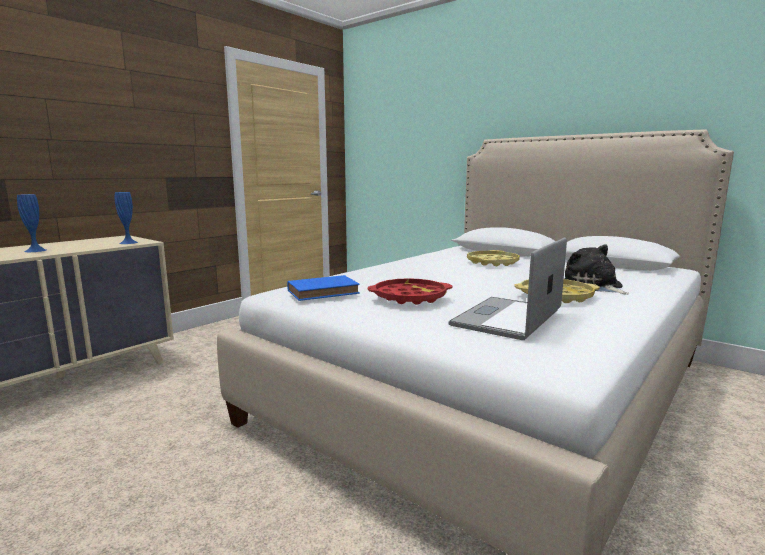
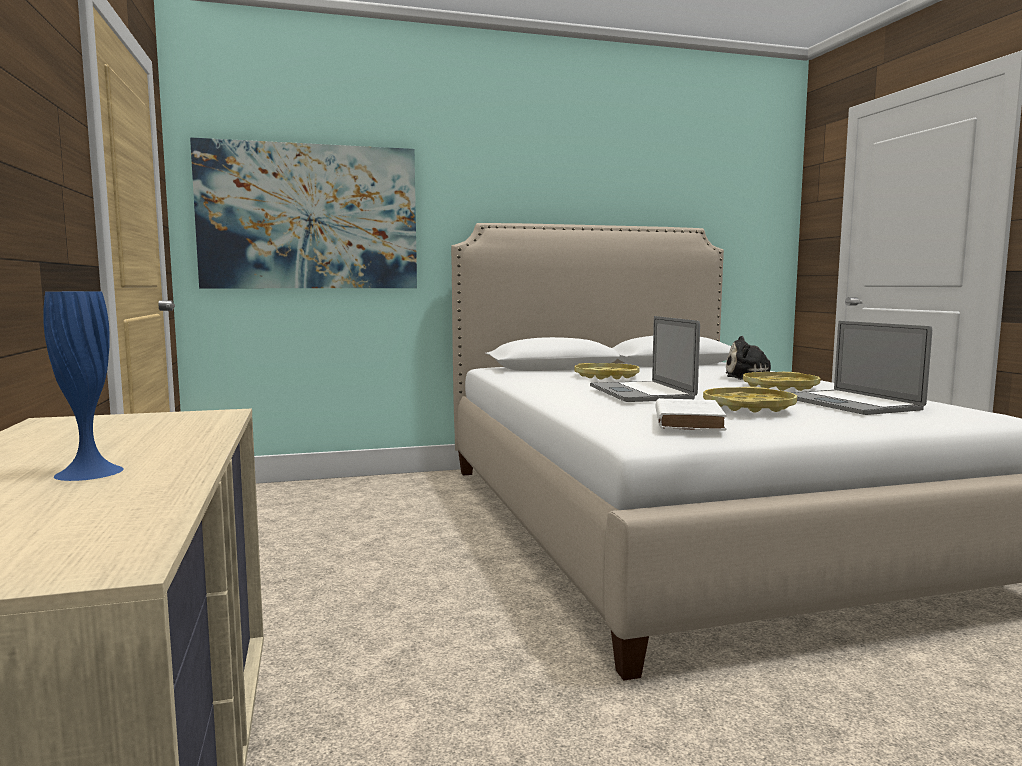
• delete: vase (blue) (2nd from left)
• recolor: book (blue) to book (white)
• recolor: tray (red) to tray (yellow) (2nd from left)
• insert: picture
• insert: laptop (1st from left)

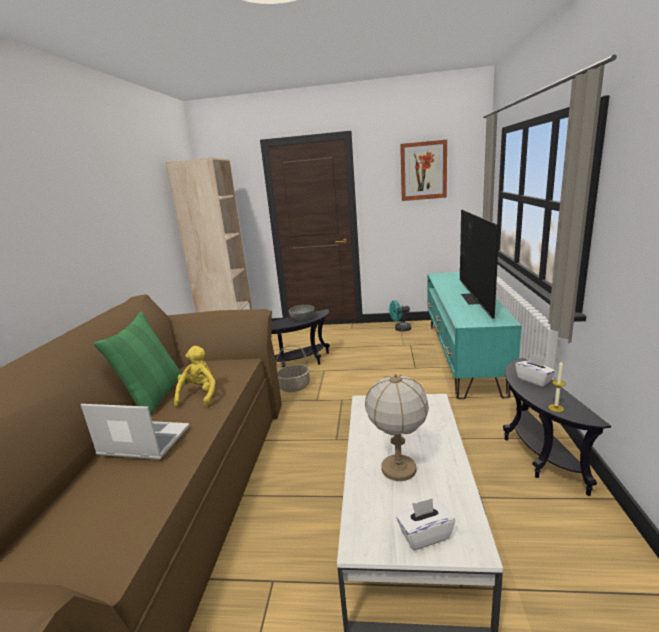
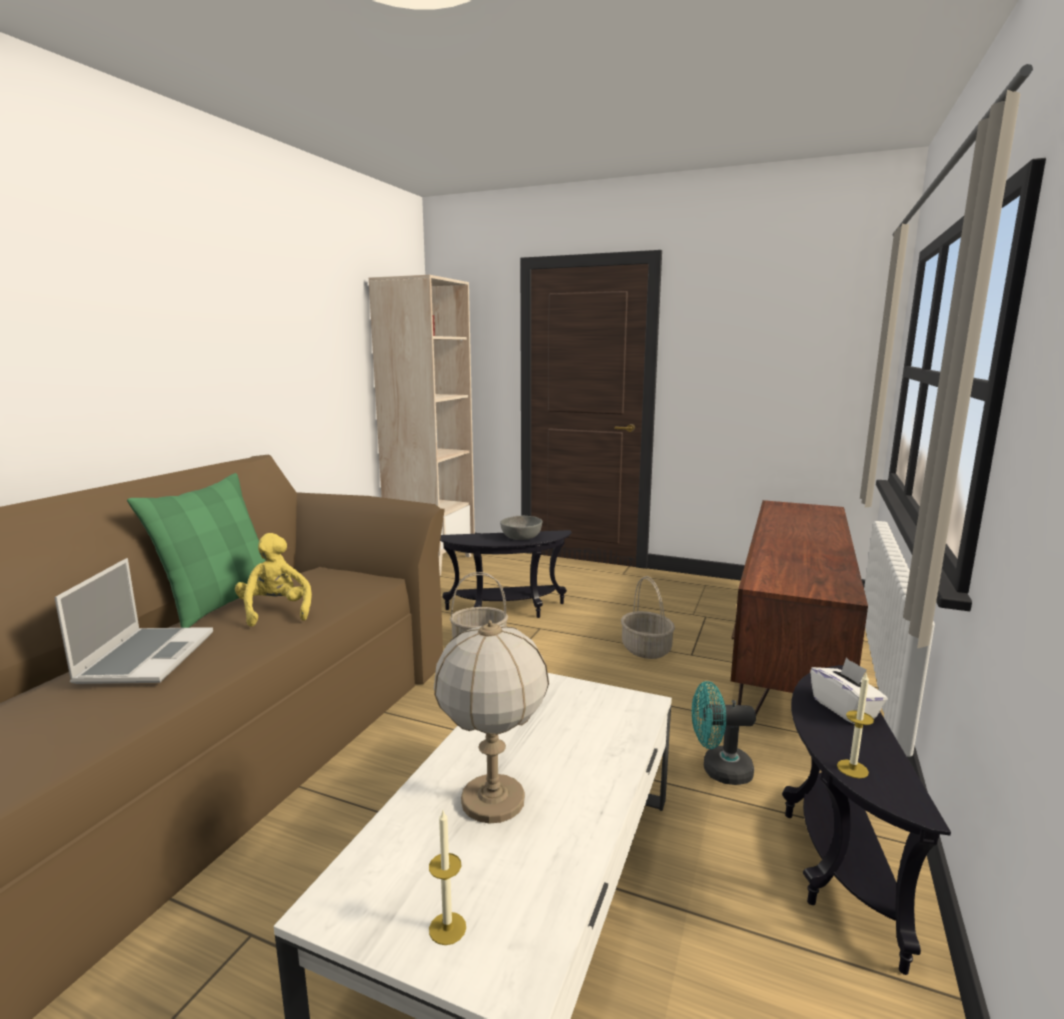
• rotate: laptop 60 degrees clockwise
• rotate: plush toy (yellow) 45 degrees counterclockwise
• move: fan (turquoise)
• replace: tissue box (white) (1st from left) to candle (1st from left)
• delete: picture
• recolor: tv stand (turquoise) to tv stand (brown)
• delete: television
• insert: basket (2nd from left)

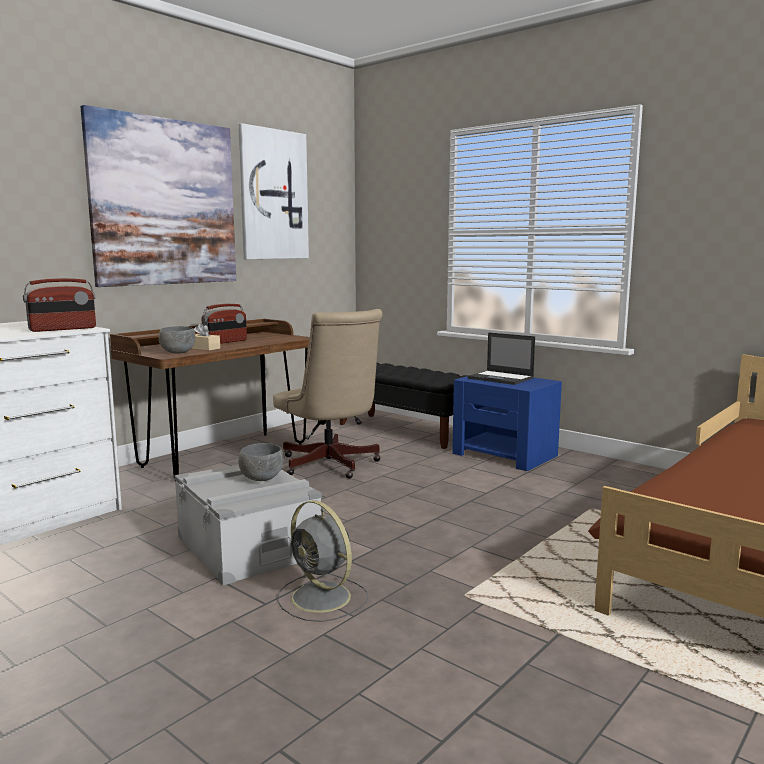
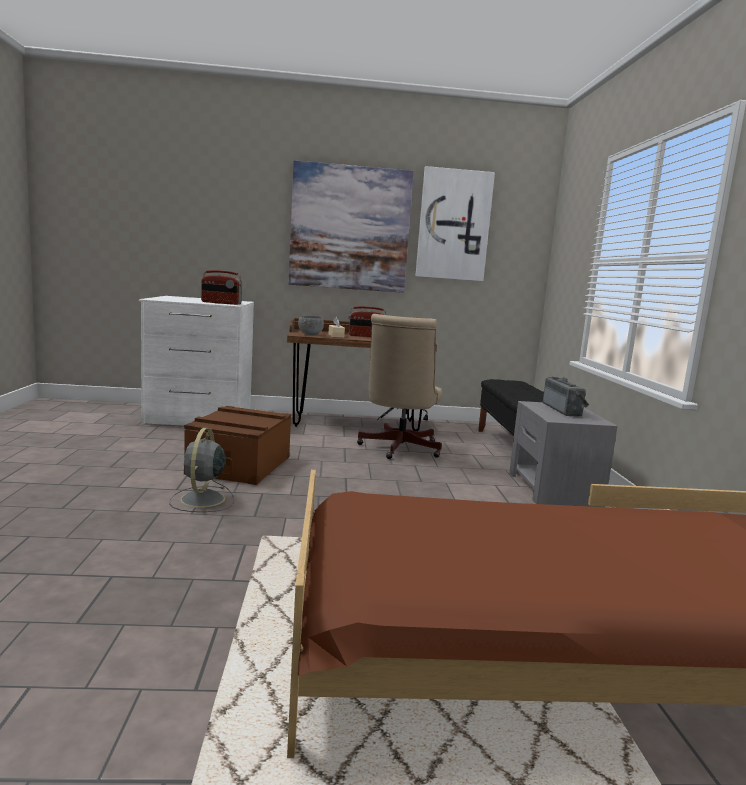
• recolor: storage box (grey) to storage box (brown)
• delete: bowl (grey) (2nd from left)
• recolor: nightstand (blue) to nightstand (grey)
• replace: laptop to radio (3rd from left)

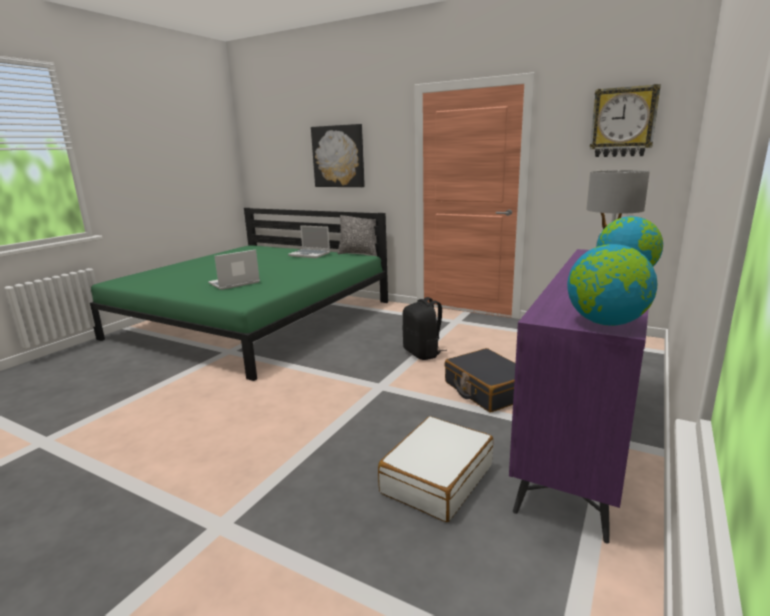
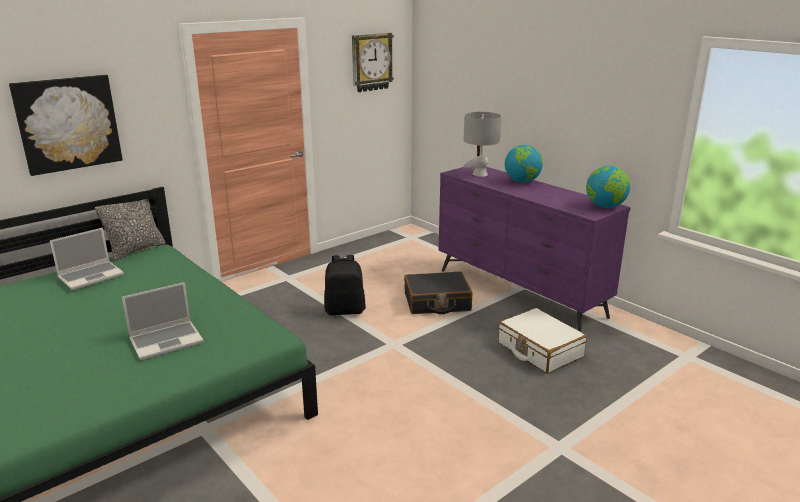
• rotate: laptop (1st from left in the first image) 105 degrees counterclockwise

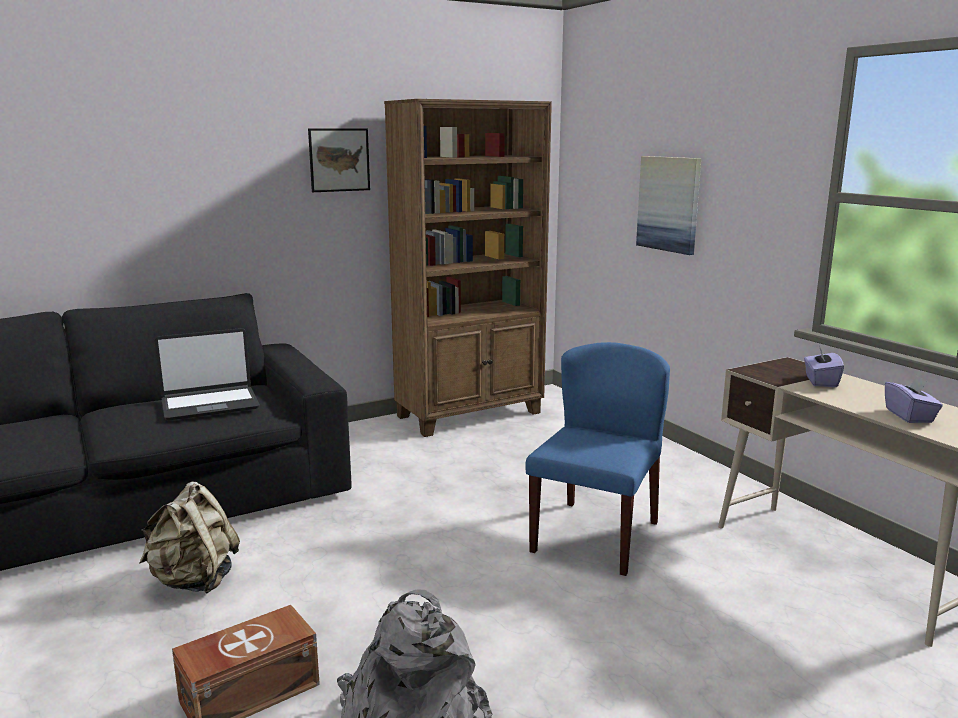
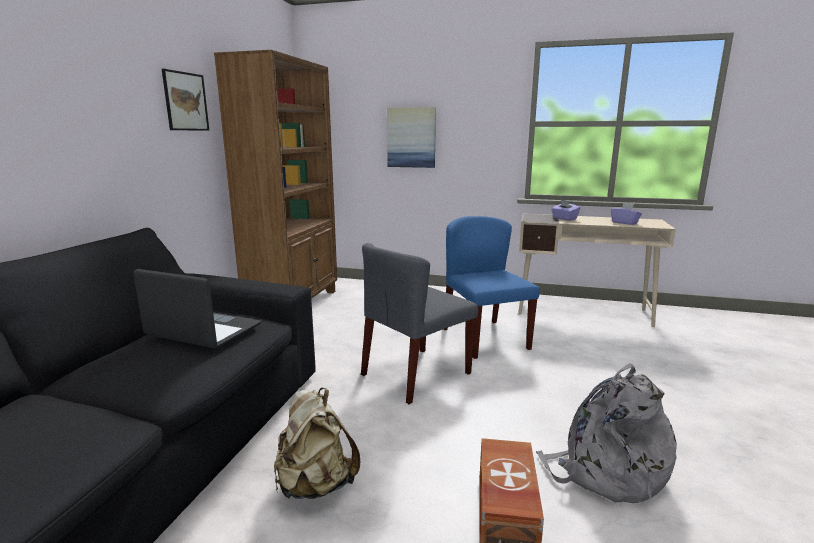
• rotate: laptop 90 degrees counterclockwise
• insert: chair (grey)

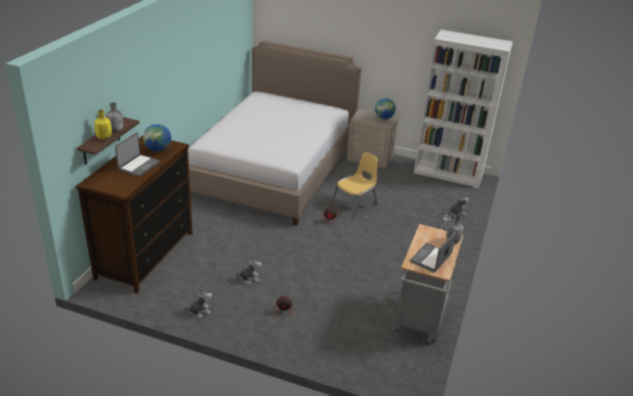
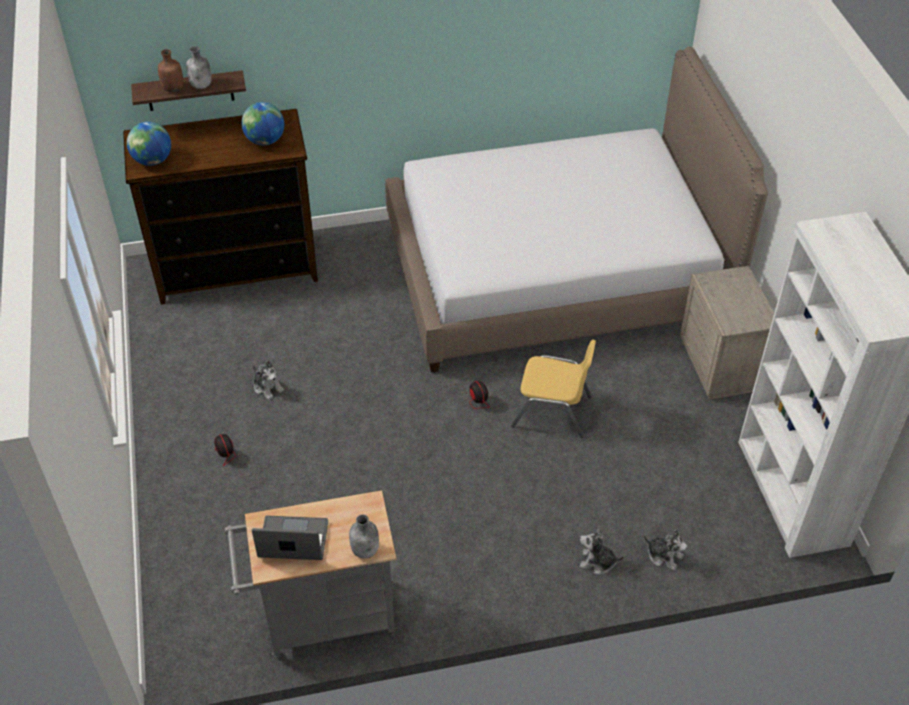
• recolor: bottle (yellow) to bottle (brown)
• delete: laptop (1st from left)
• delete: plush toy (1st from left)
• move: globe (2nd from left in the first image) to globe (1st from left)

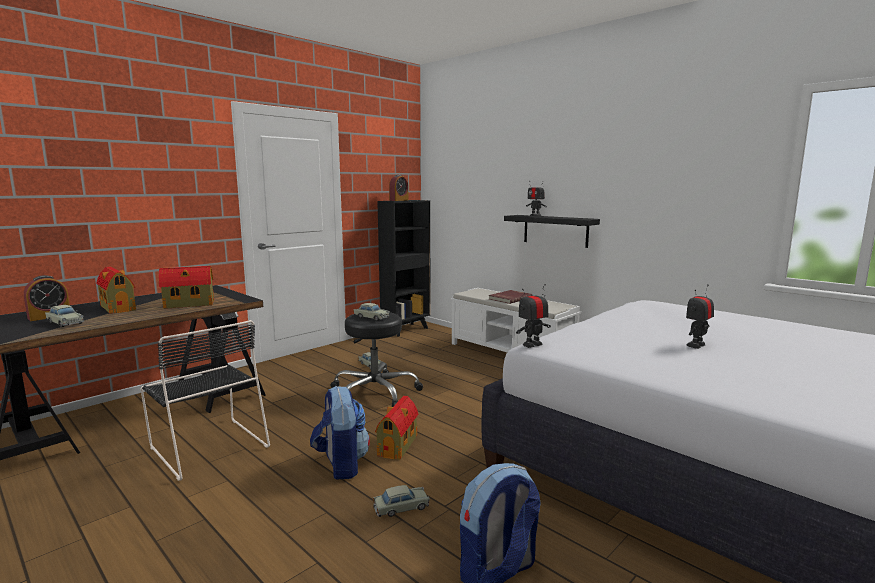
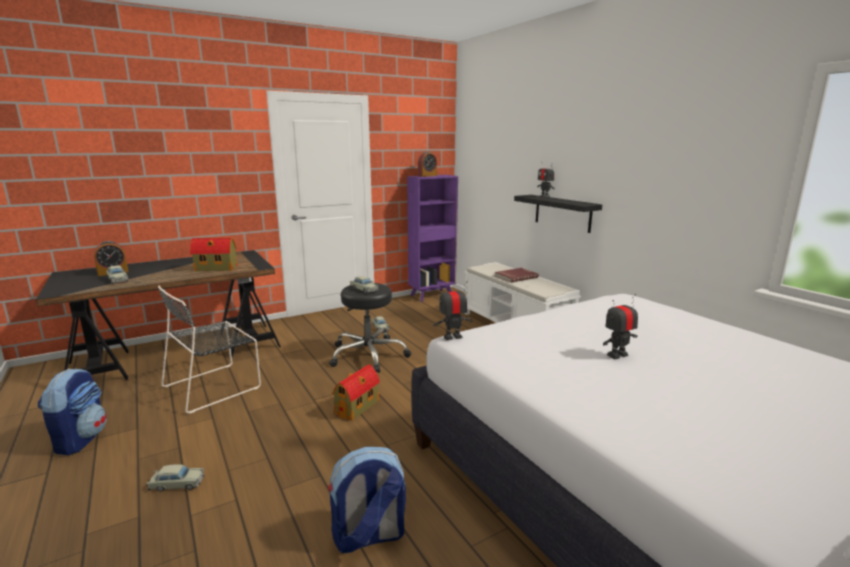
• delete: toy house (1st from left)
• rotate: chair (black) 75 degrees clockwise
• move: backpack (1st from left)
• move: toy car (beige) (4th from left in the first image) to toy car (beige) (2nd from left)
• recolor: bookcase (black) to bookcase (purple)

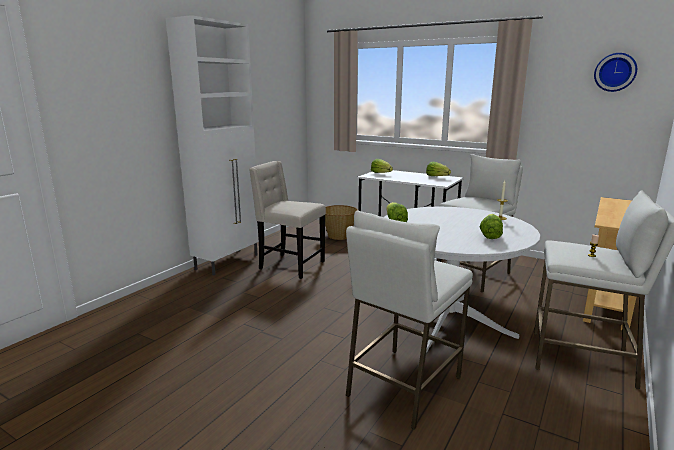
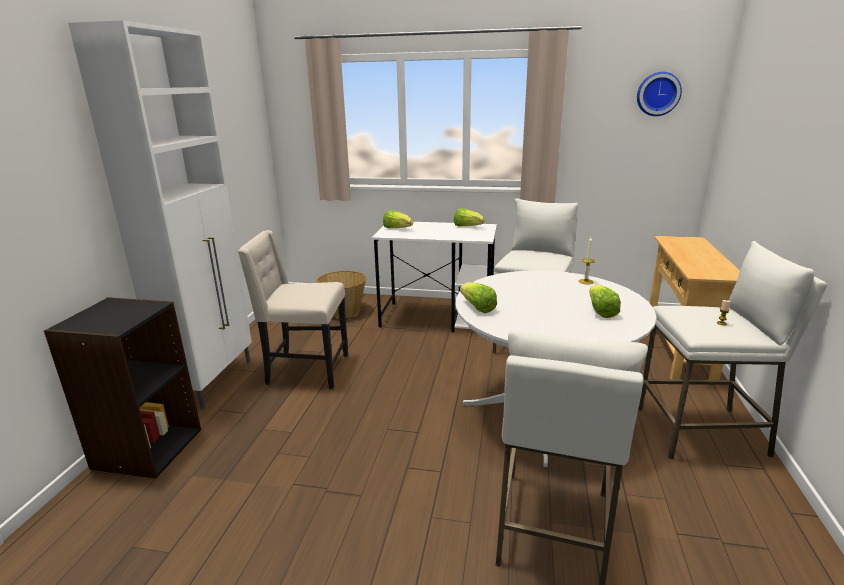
• insert: bookcase (black)

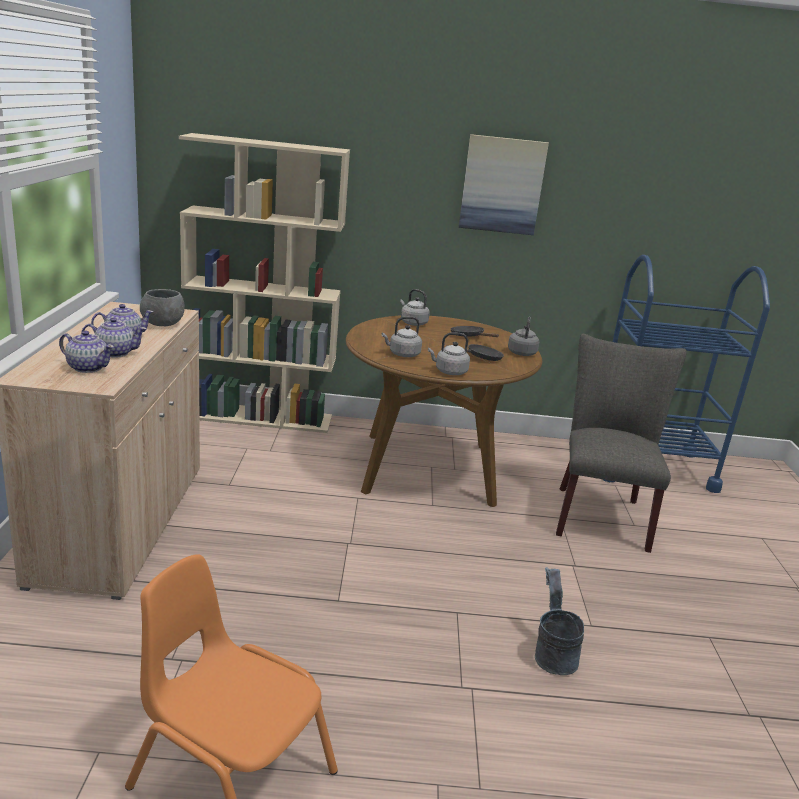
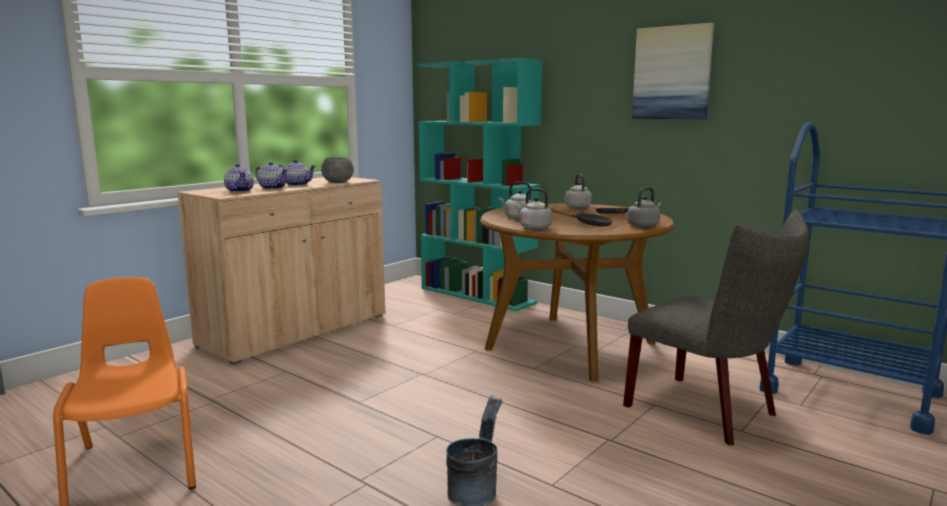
• recolor: bookcase (beige) to bookcase (turquoise)
• rotate: chair (grey) 90 degrees clockwise

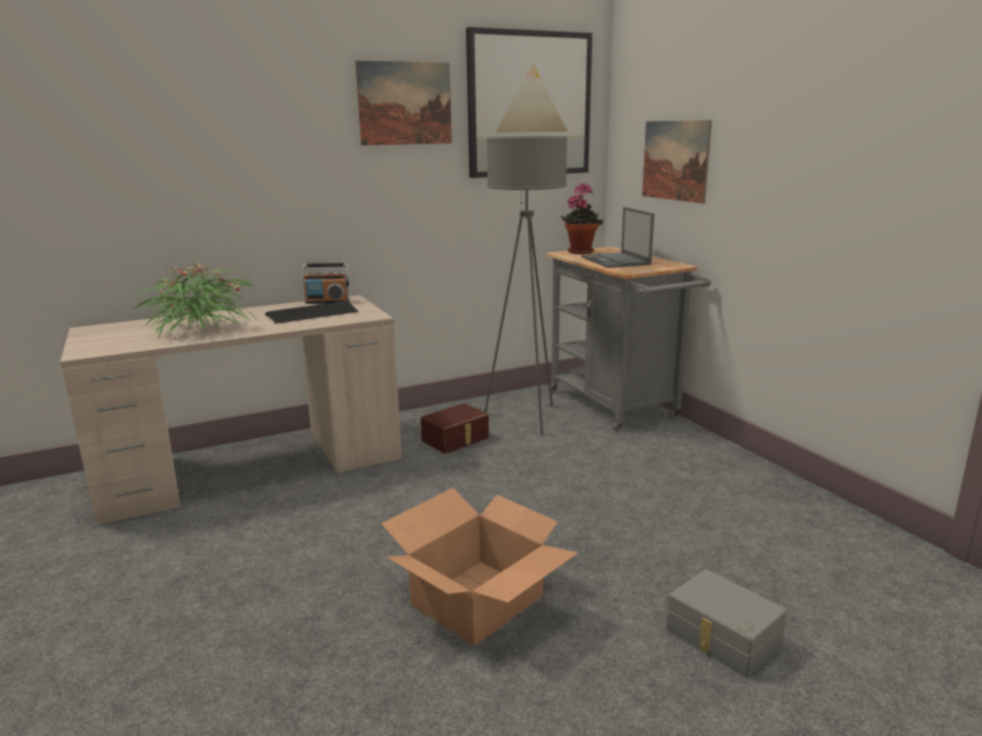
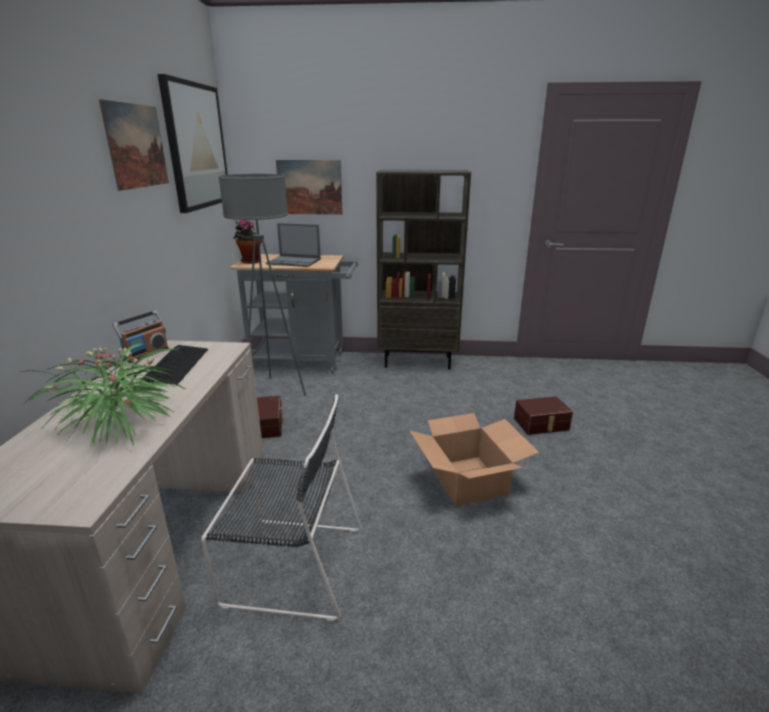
• recolor: storage box (grey) to storage box (brown) (2nd from left)
• insert: chair (black)
• insert: bookcase (brown)

